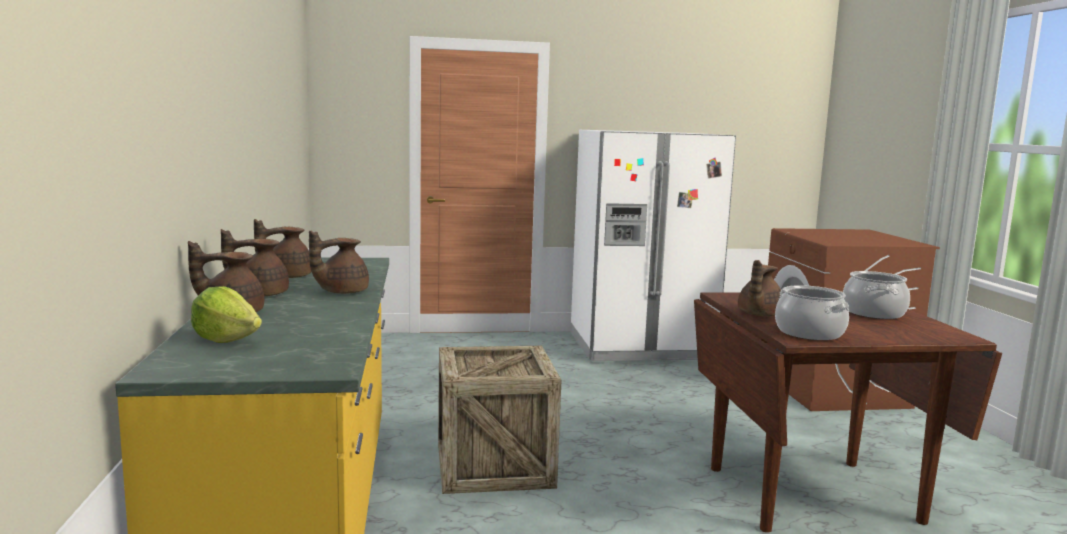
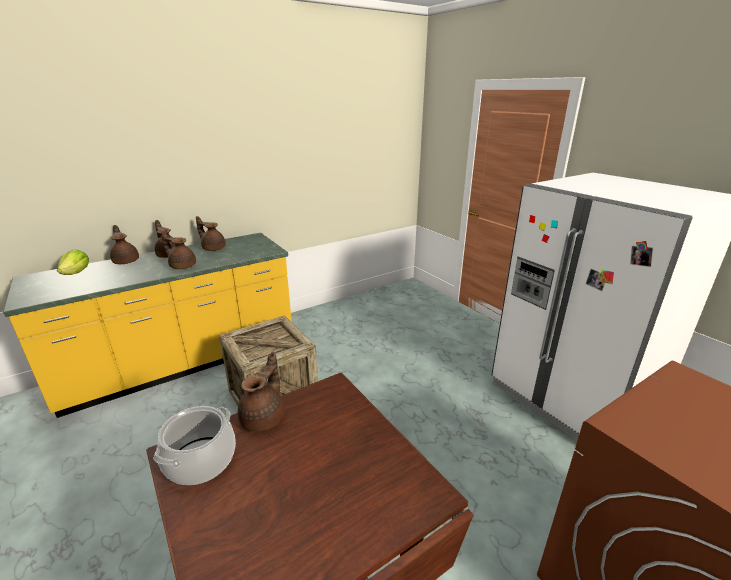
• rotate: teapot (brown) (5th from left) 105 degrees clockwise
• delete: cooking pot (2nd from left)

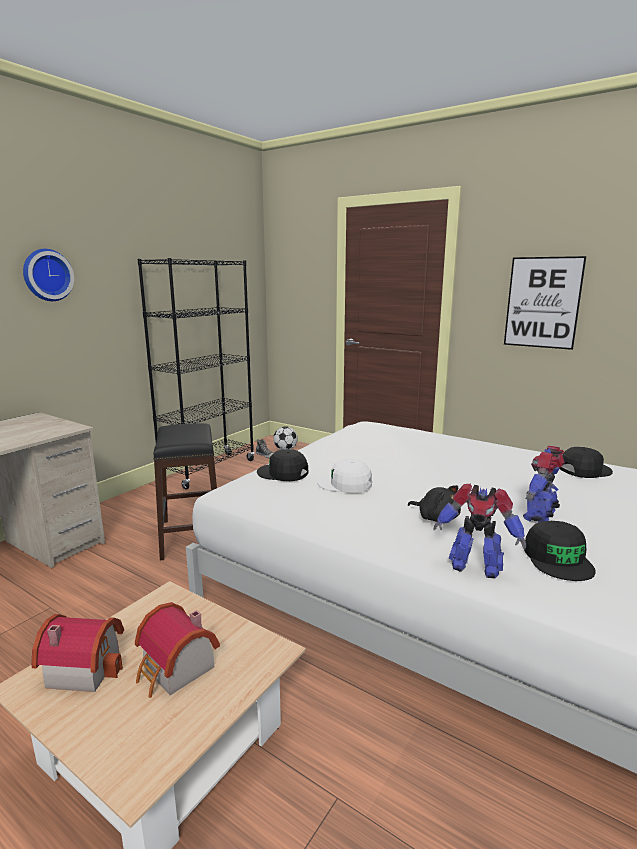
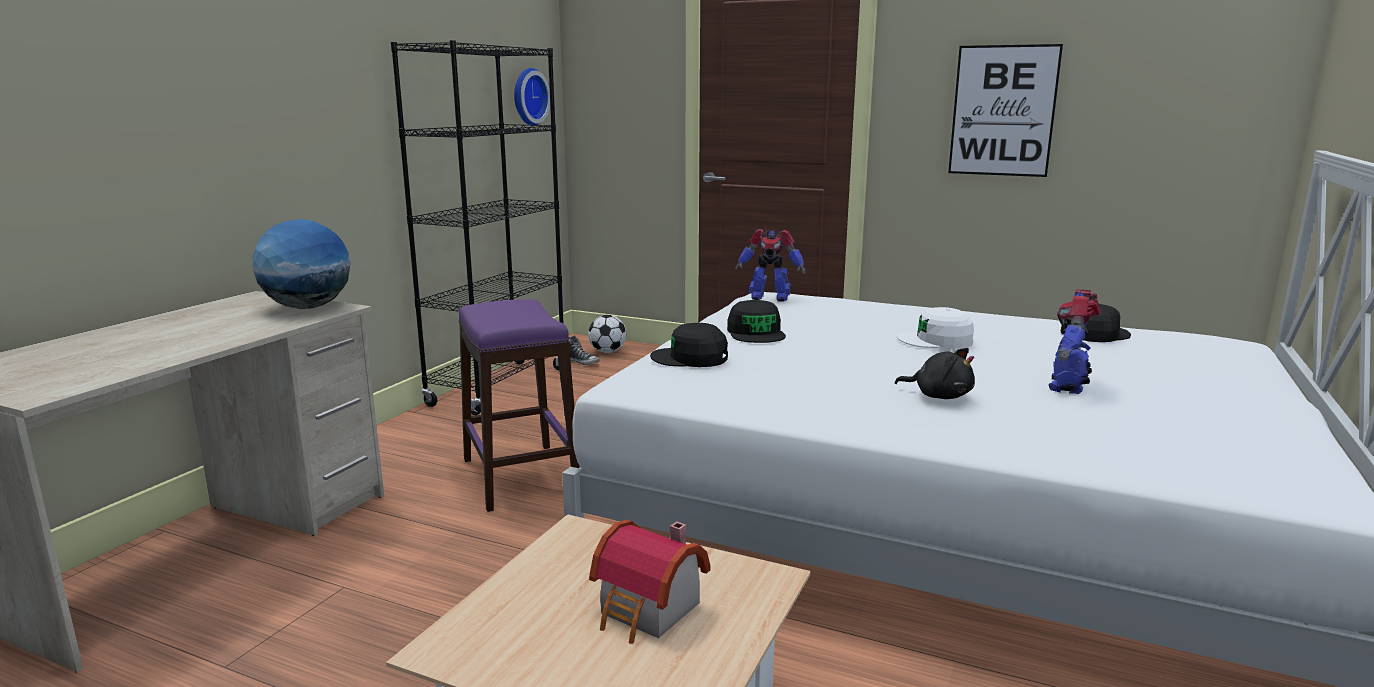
• move: wall clock
• delete: toy house (1st from left)
• recolor: stool (black) to stool (purple)
• move: cap (white)
• move: toy robot (1st from left)
• move: cap (black) (2nd from left)
• insert: globe

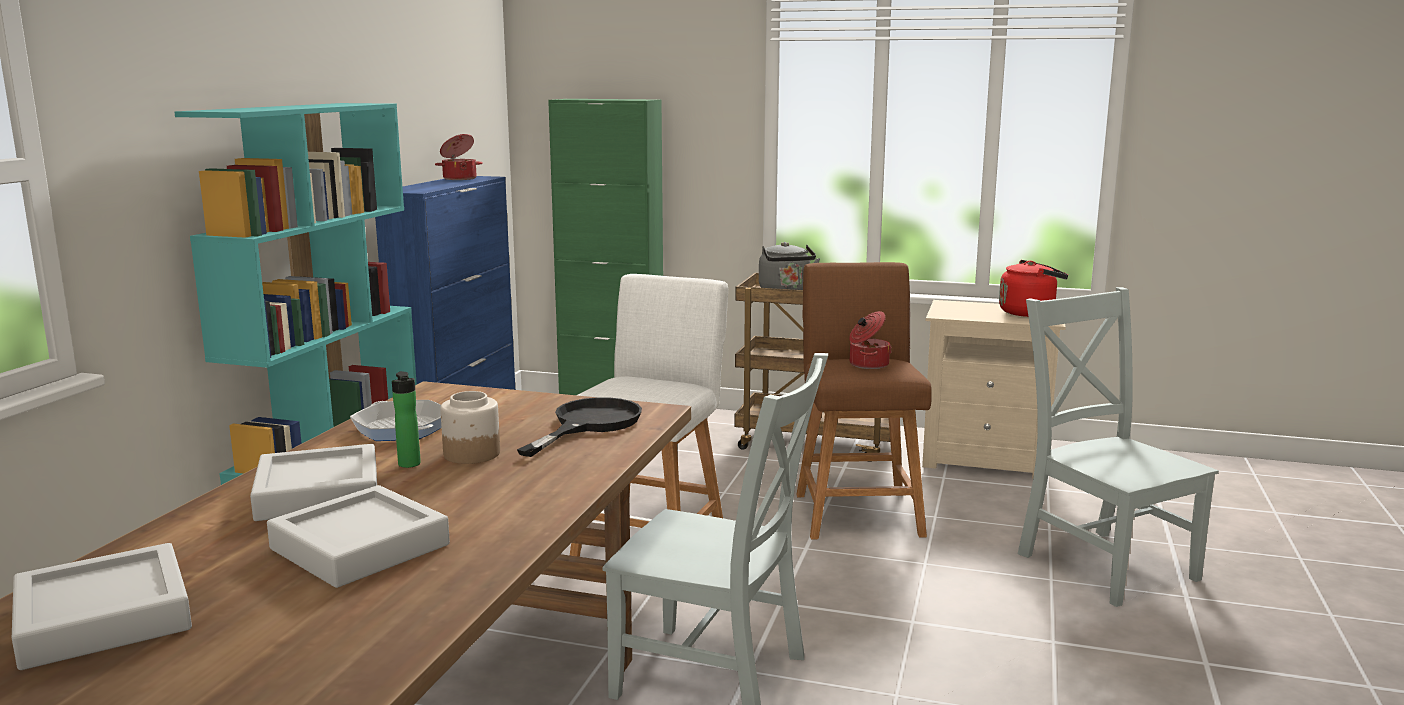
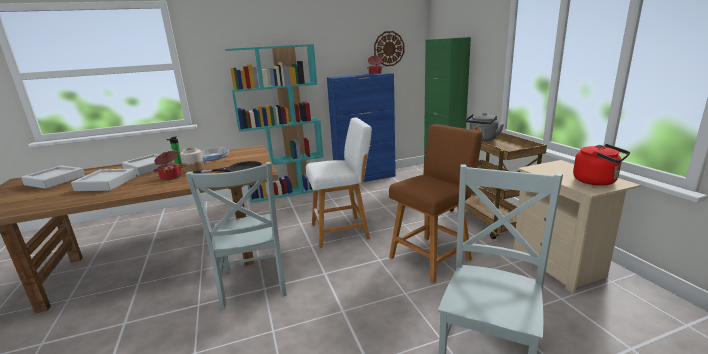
• move: cooking pot (2nd from left in the first image) to cooking pot (1st from left)
• insert: wall clock

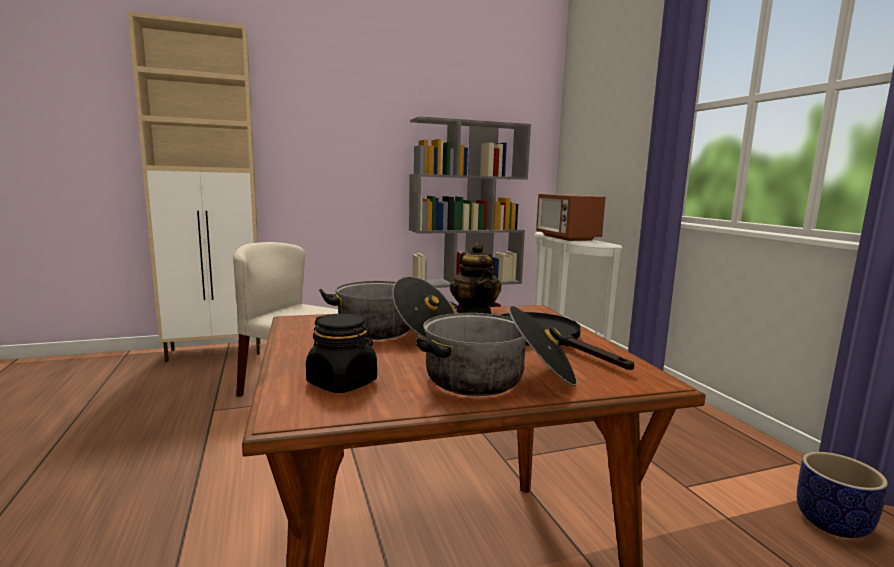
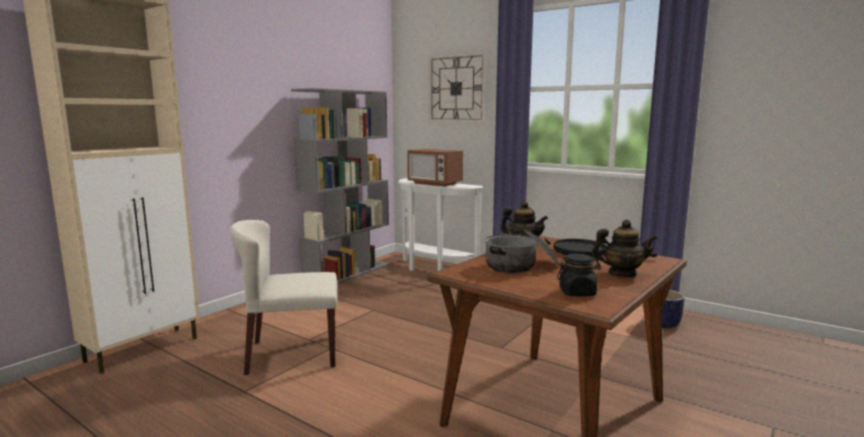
• replace: cooking pot (2nd from left) to teapot (2nd from left)
• insert: wall clock

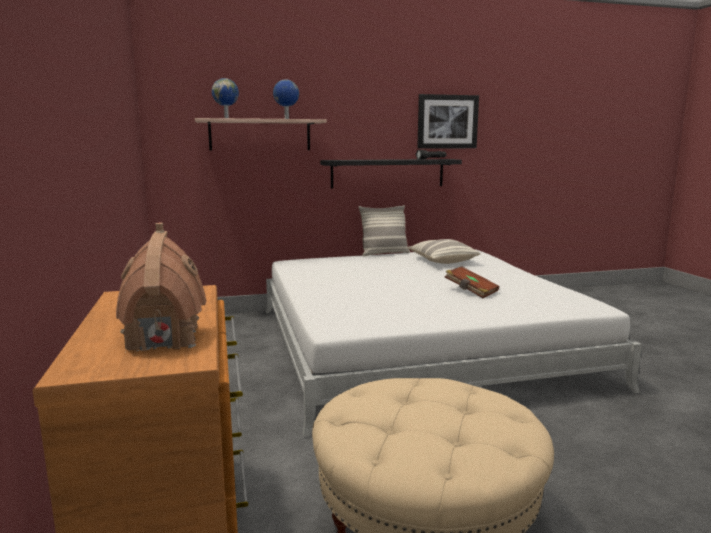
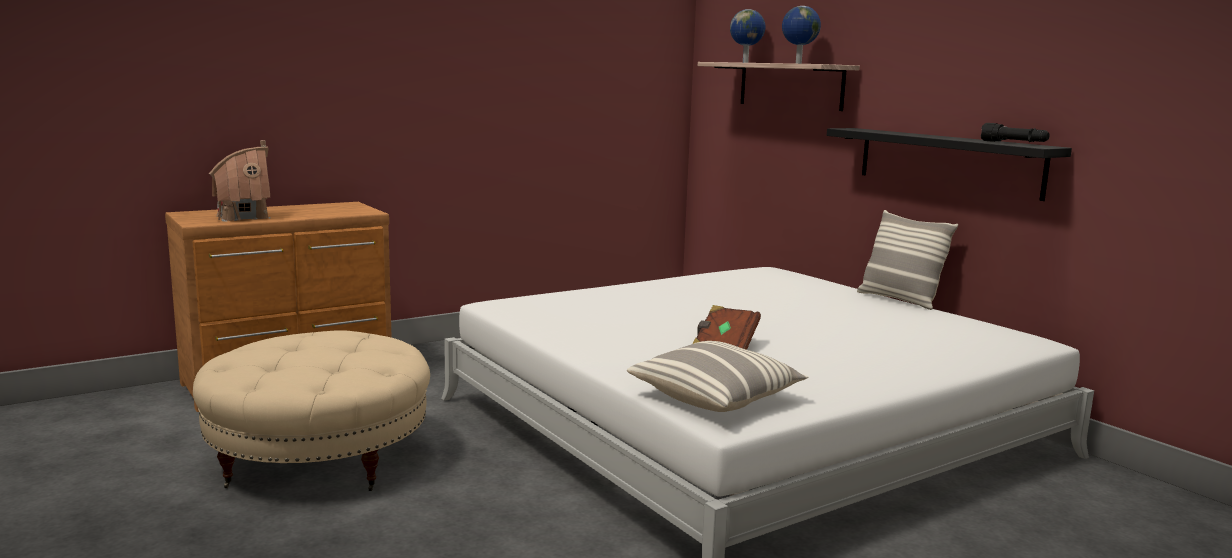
• move: pillow (2nd from left in the first image) to pillow (1st from left)
• delete: picture

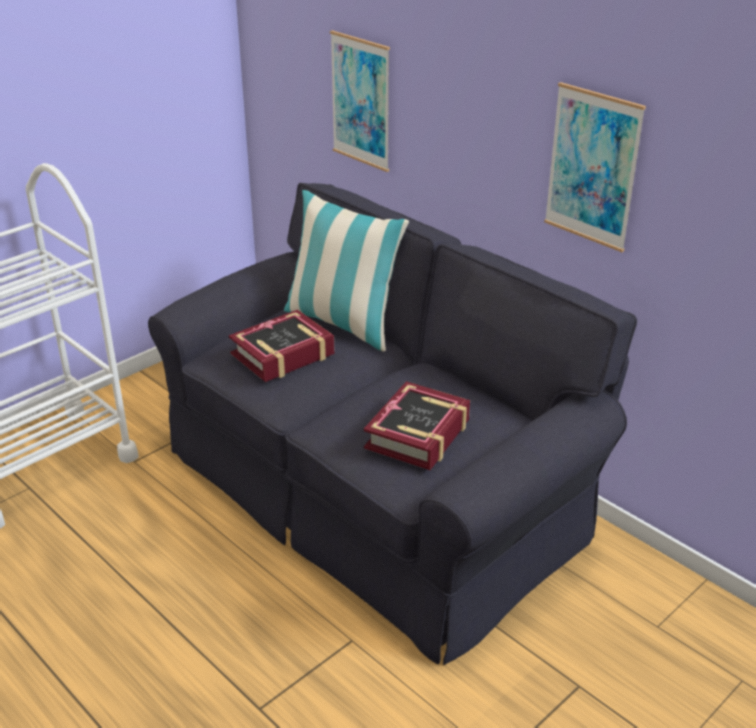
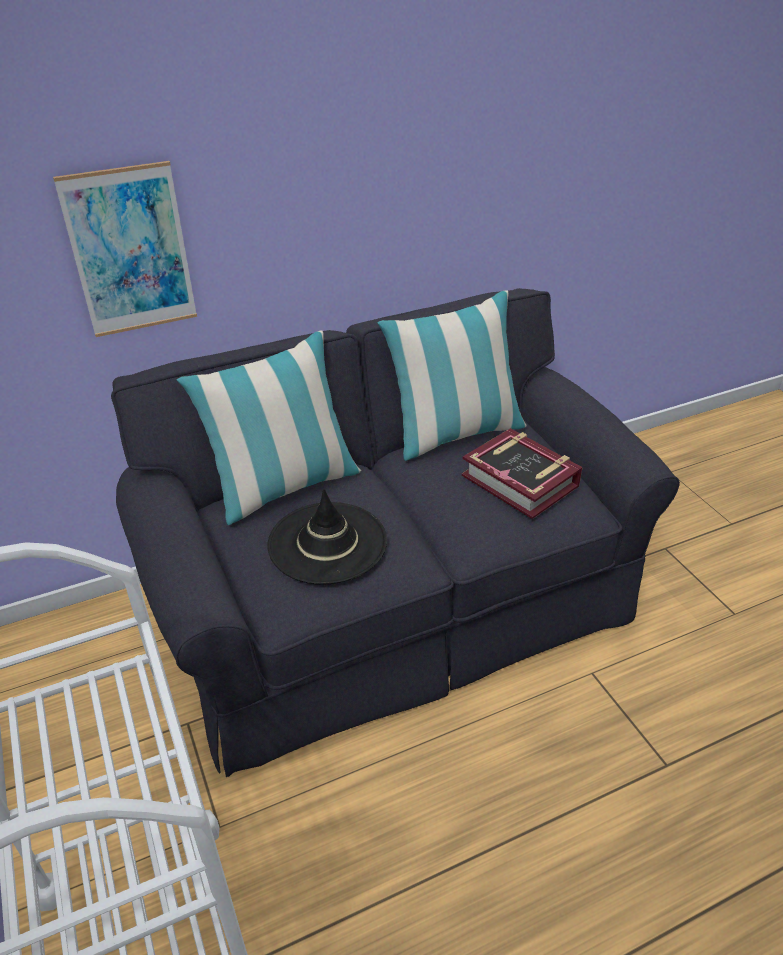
• replace: book (1st from left) to hat (black)
• delete: picture (2nd from left)
• insert: pillow (2nd from left)

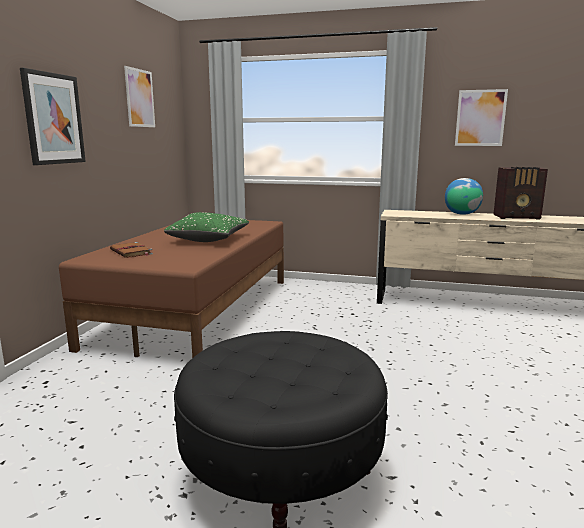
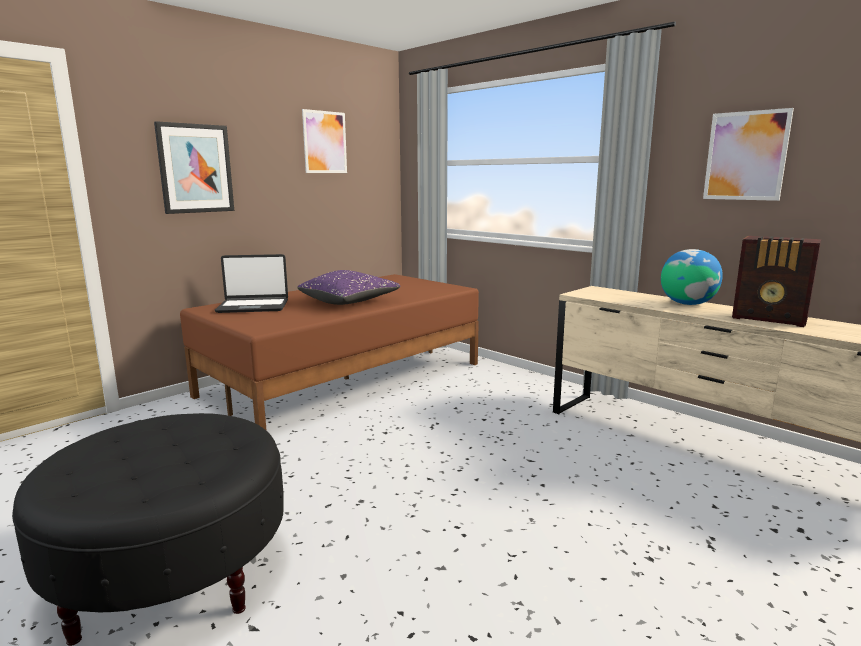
• replace: book (brown) to laptop
• recolor: pillow (green) to pillow (purple)

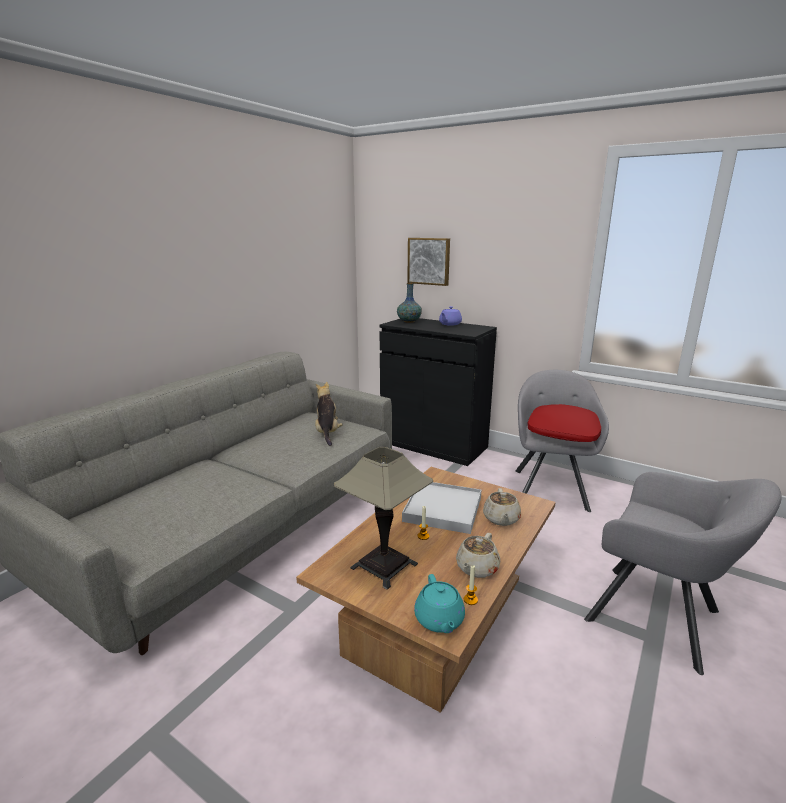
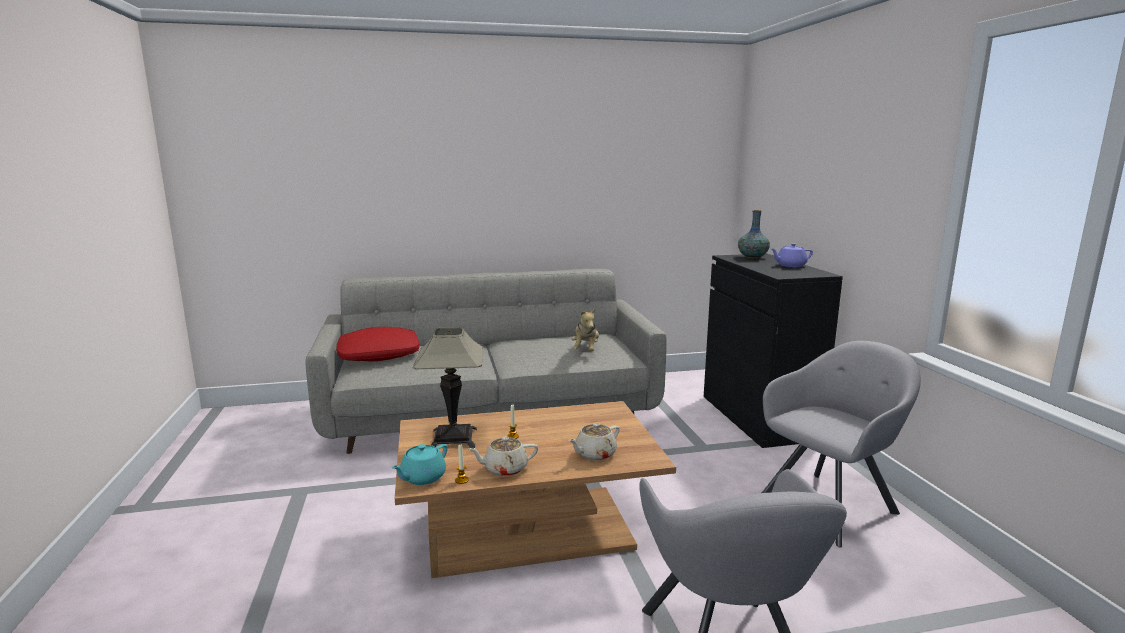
• rotate: plush toy 150 degrees clockwise
• delete: tray (white)
• delete: picture
• move: pillow (red)

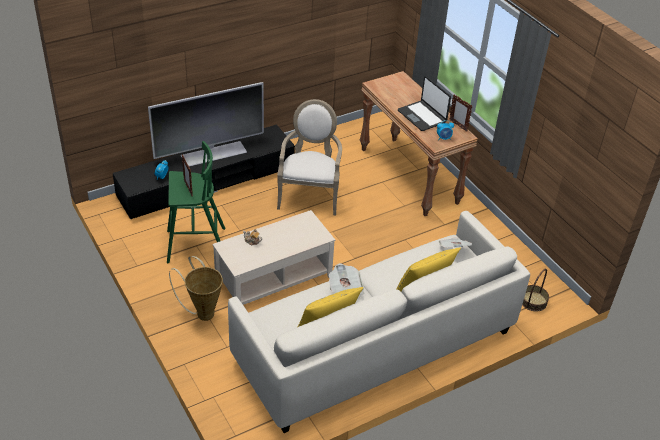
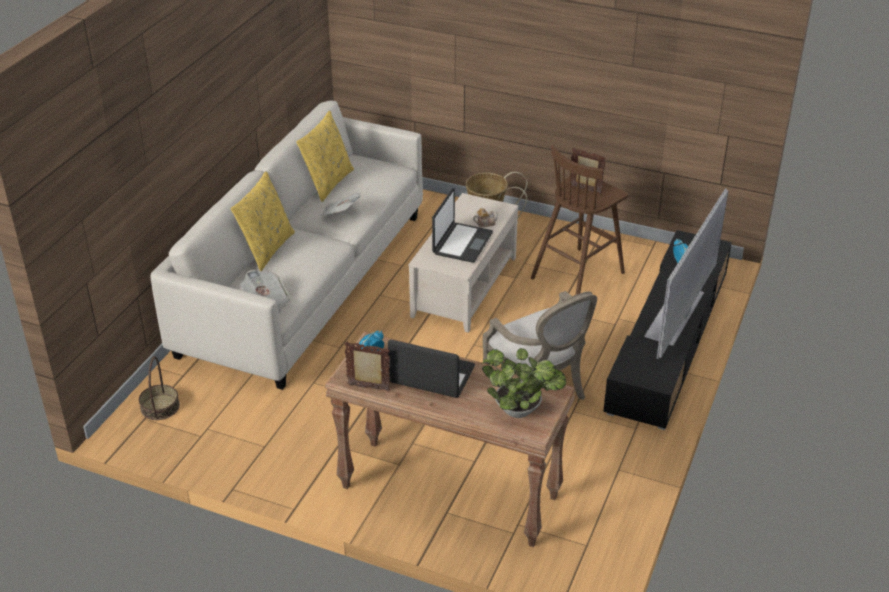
• recolor: stool (green) to stool (brown)
• insert: laptop (2nd from left)
• insert: potted plant

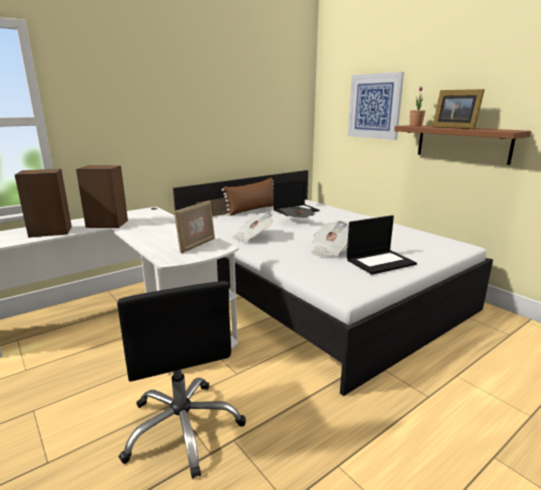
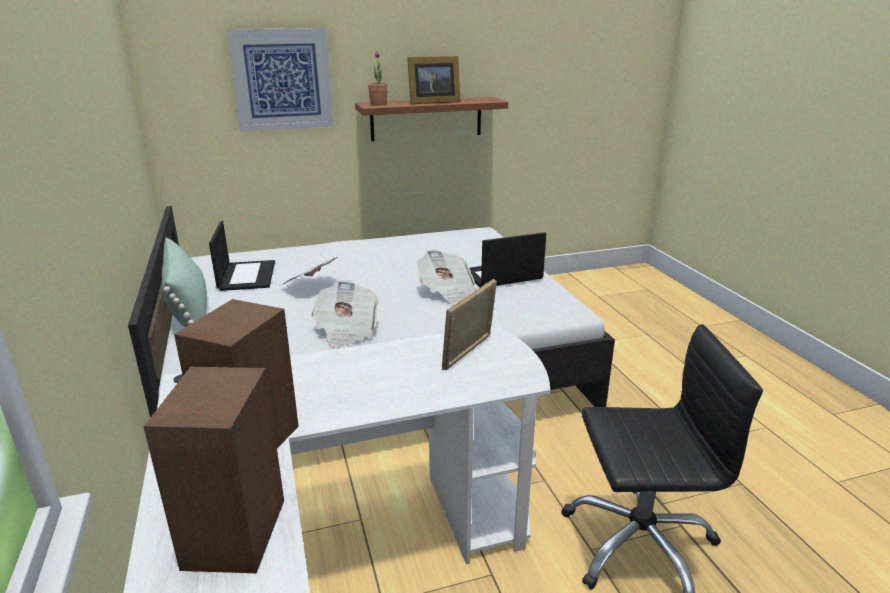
• rotate: picture frame (1st from left in the first image) 105 degrees counterclockwise
• recolor: pillow (brown) to pillow (green)
• rotate: laptop (2nd from left) 105 degrees counterclockwise

